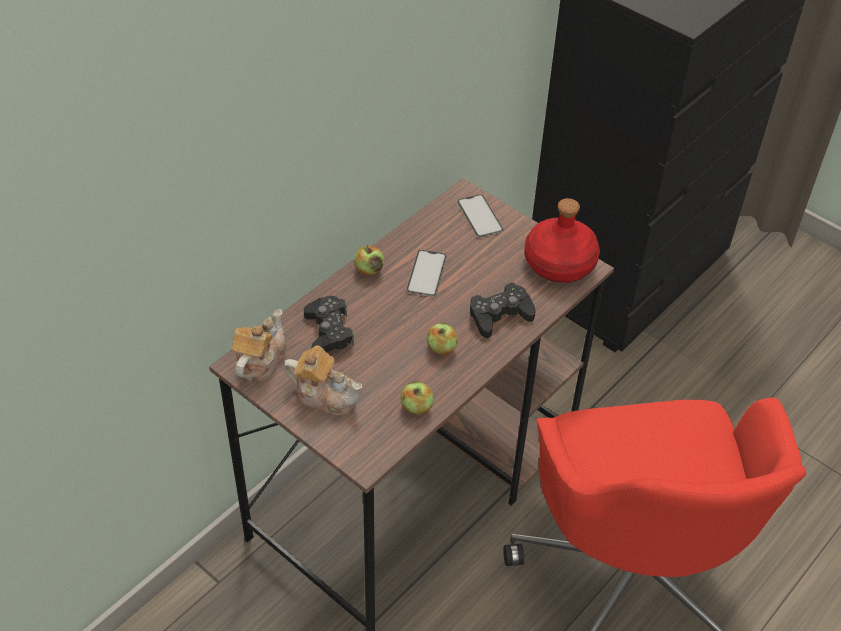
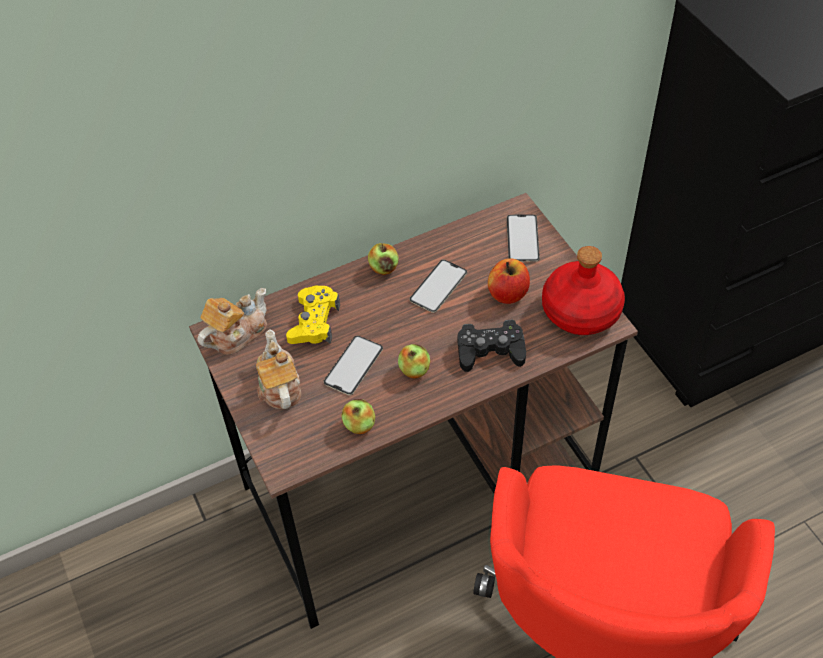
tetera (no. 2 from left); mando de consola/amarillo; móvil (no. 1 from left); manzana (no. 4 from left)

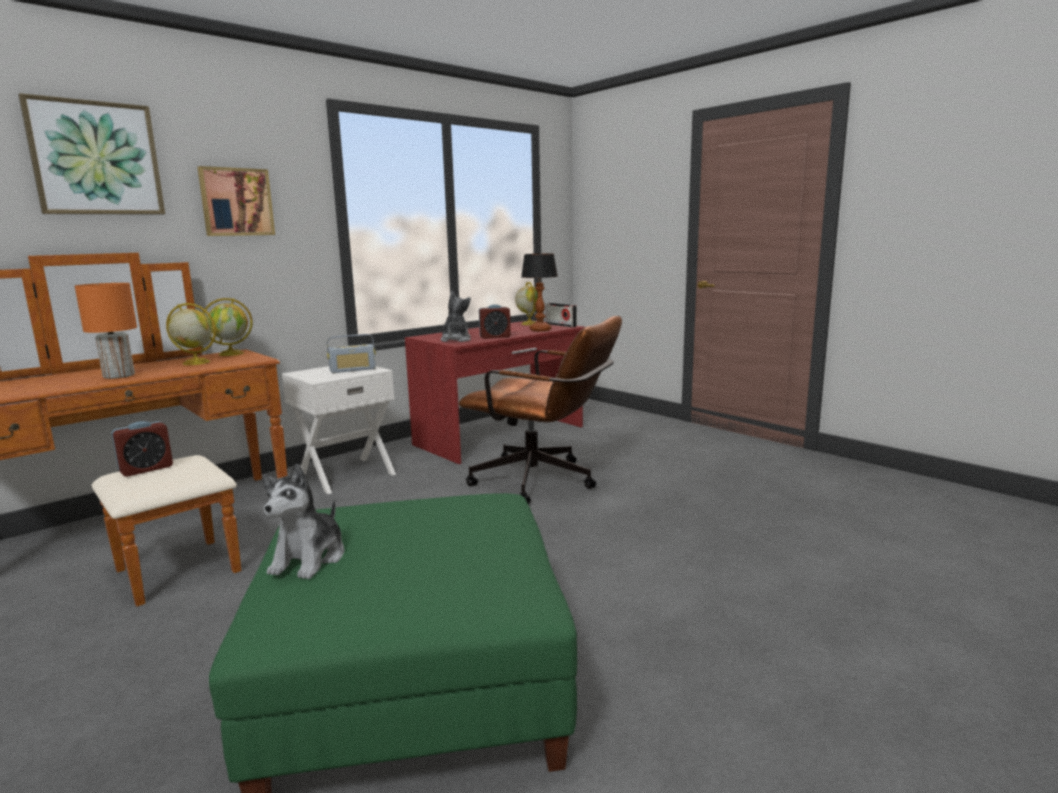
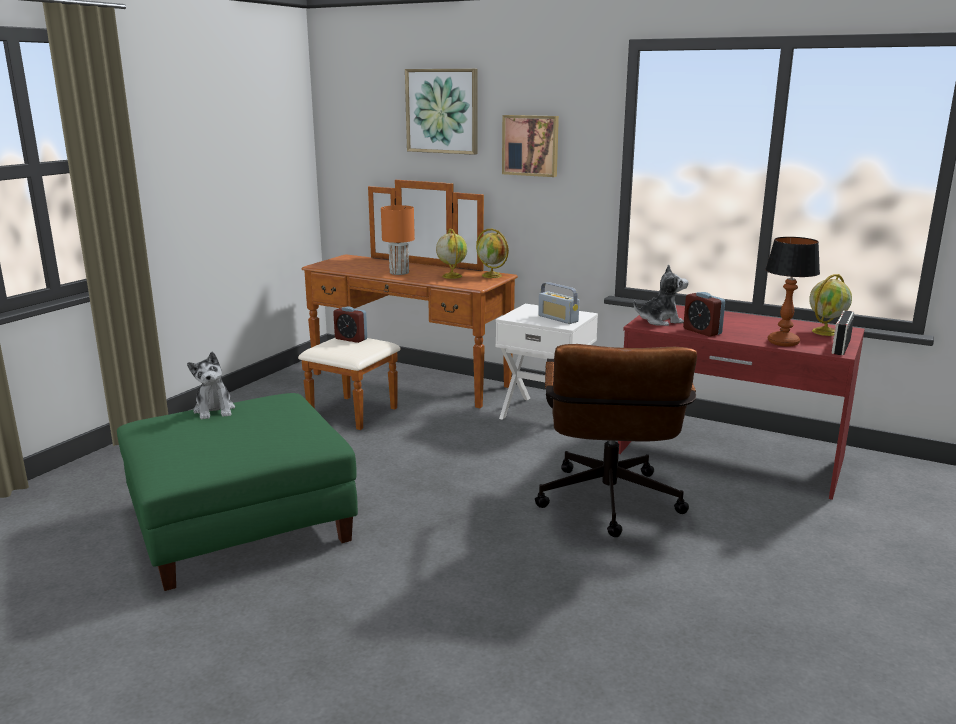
peluche (no. 1 from left)

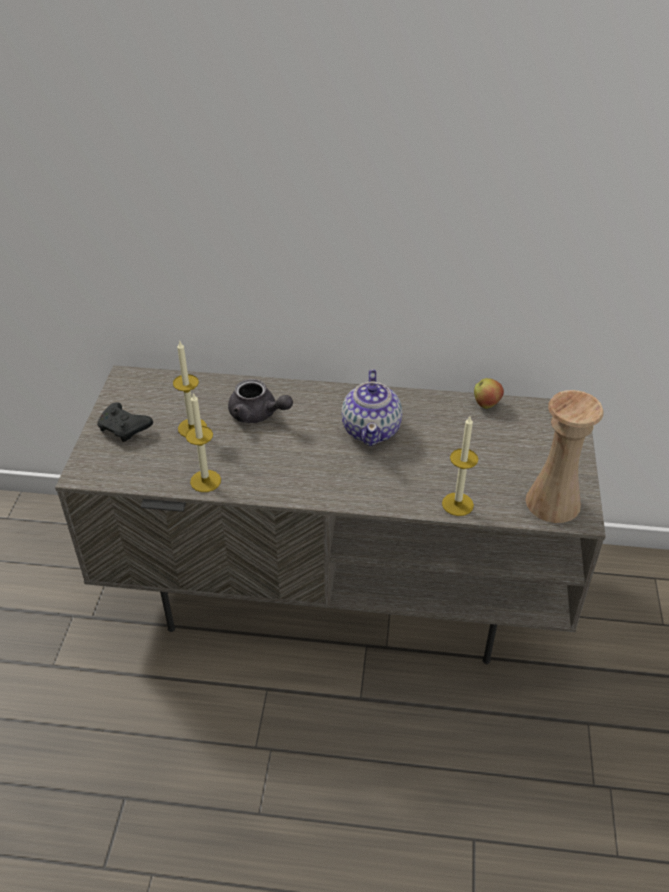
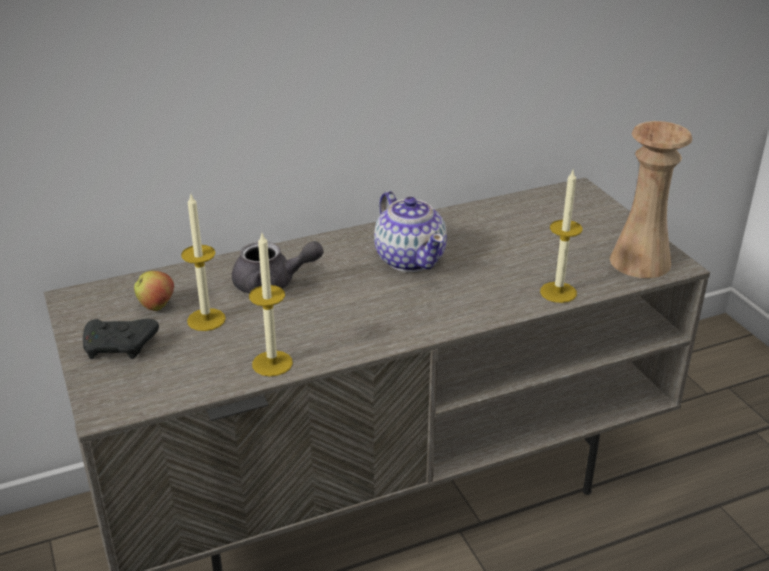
manzana

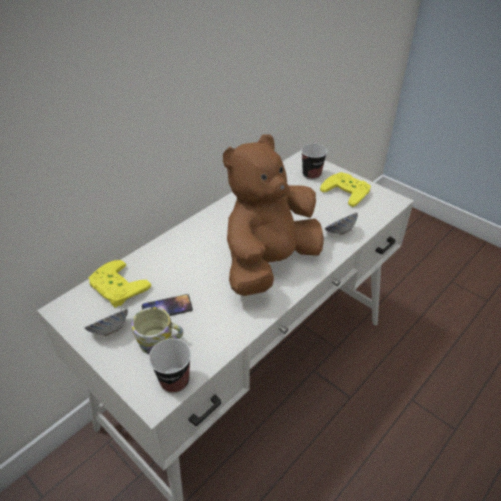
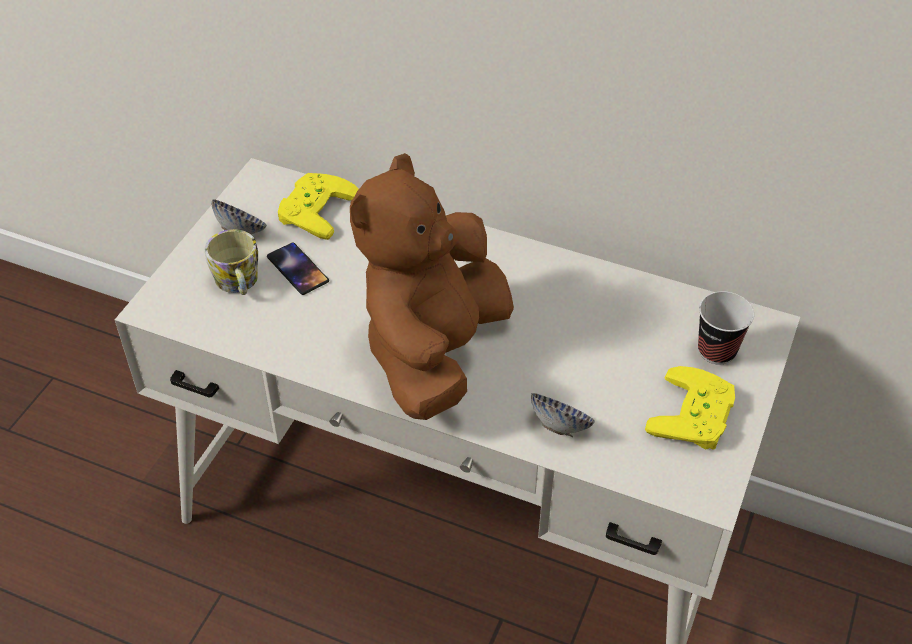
taza (no. 1 from left in the first image); peluche/marrón

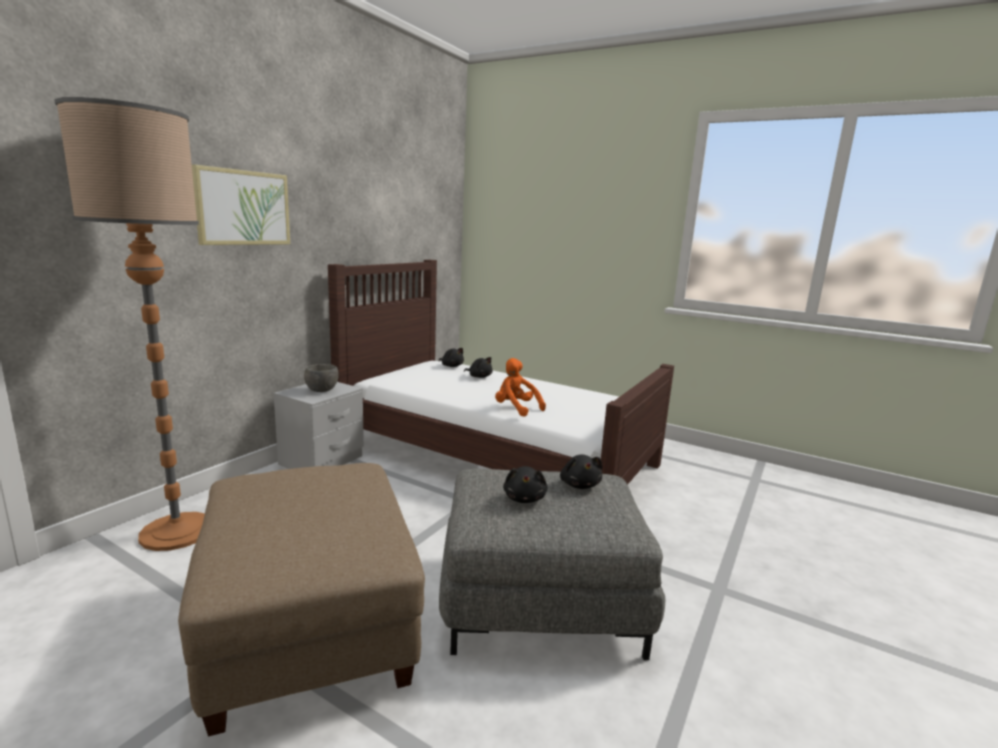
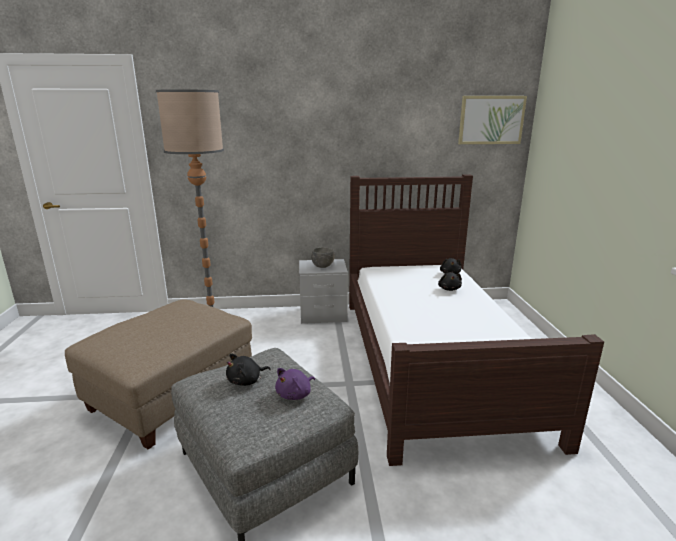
cuadro; peluche/naranja; peluche/morado

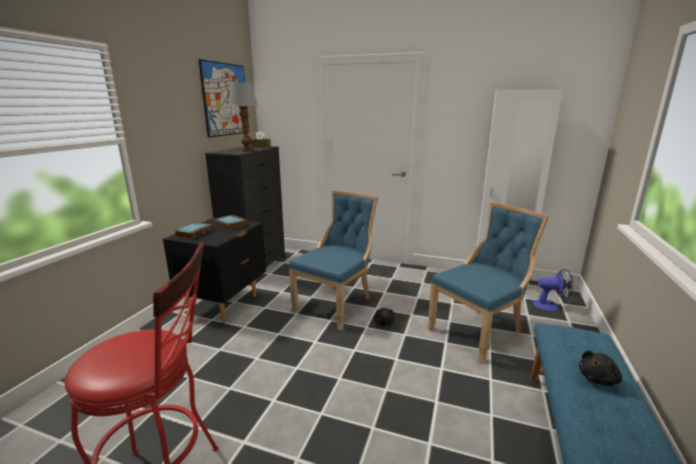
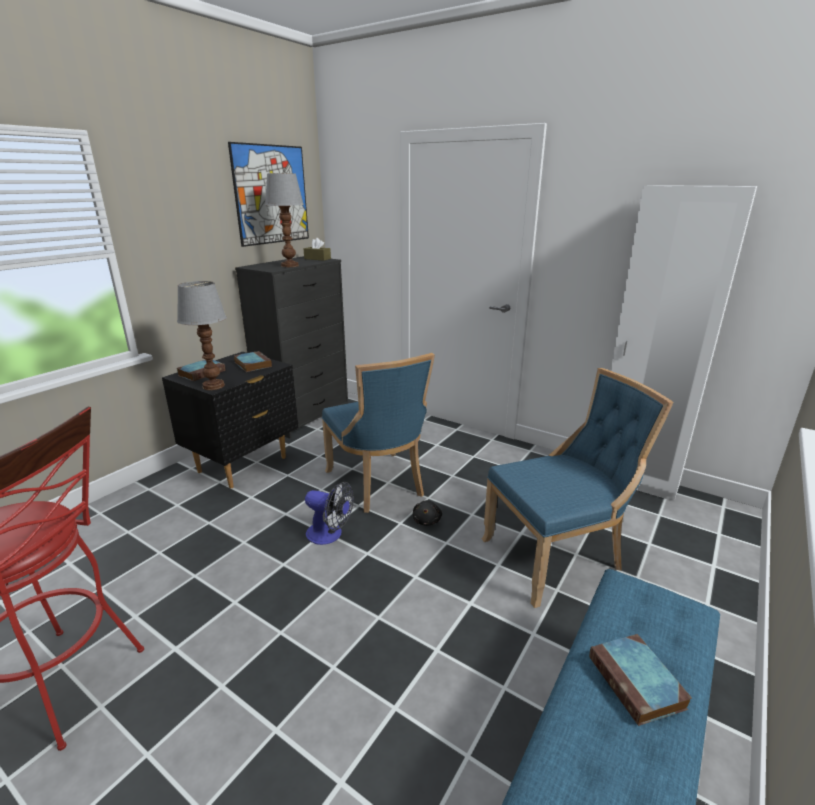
silla/azul (no. 1 from left); ventilador; libro (no. 3 from left); lámpara de mesa (no. 1 from left)

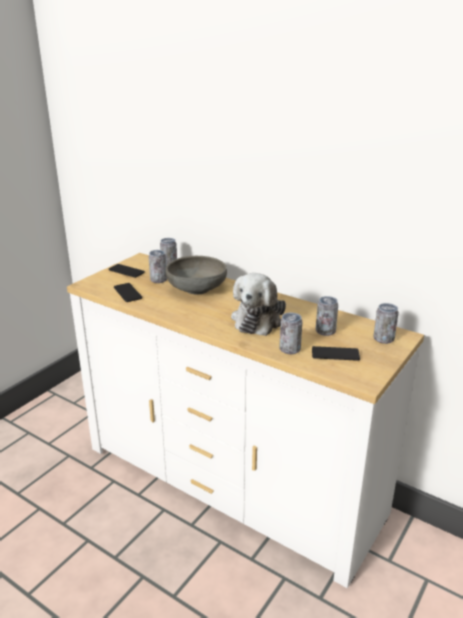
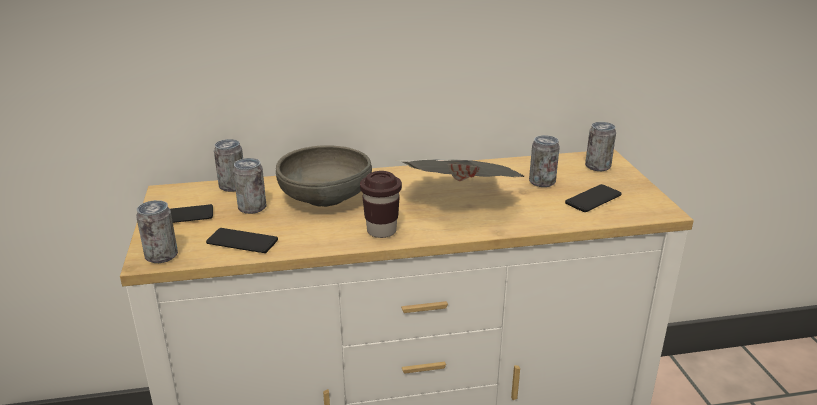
periódico; lata (no. 1 from left); taza/marrón

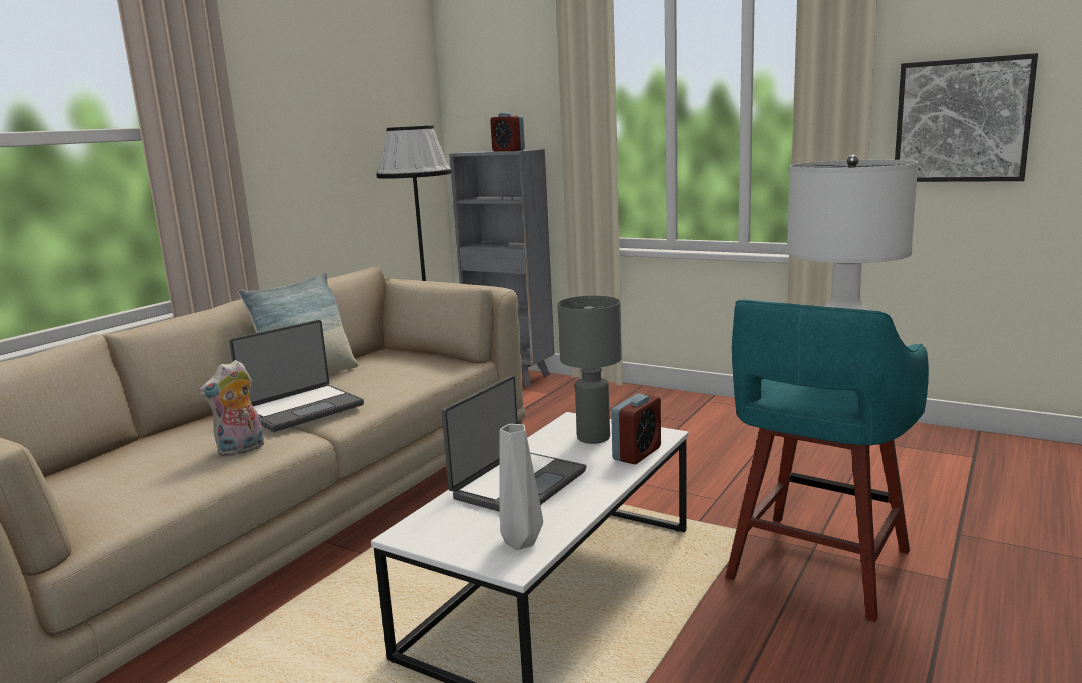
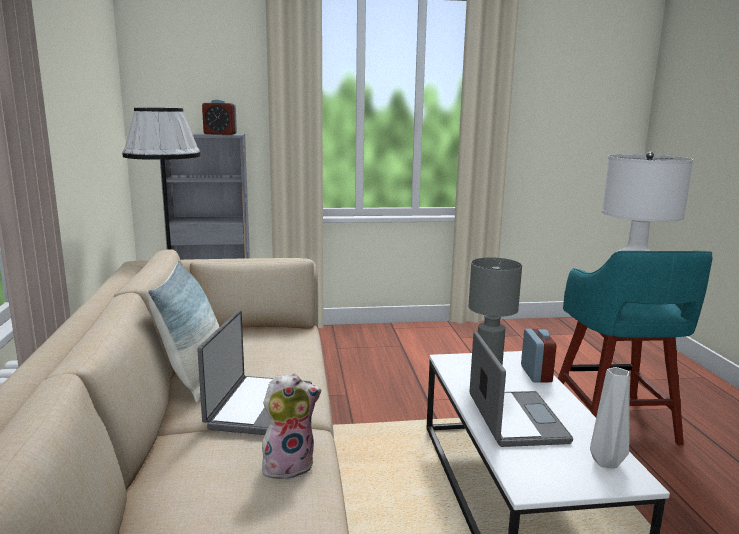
peluche; cuadro

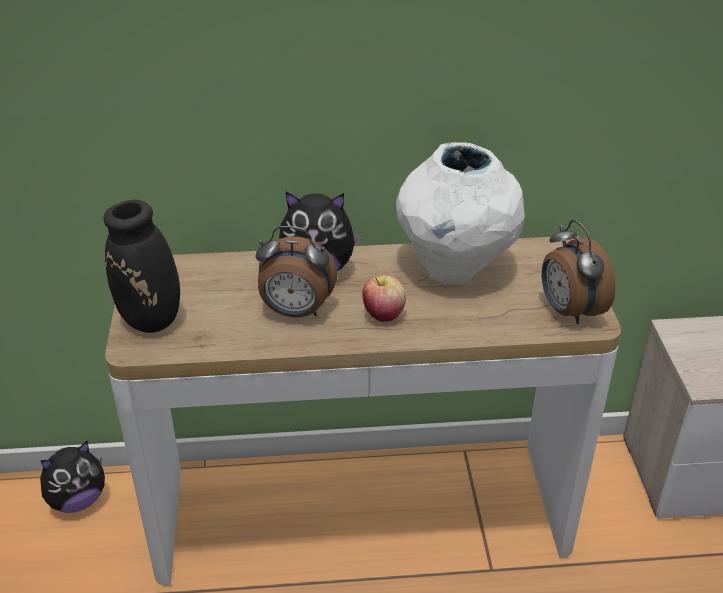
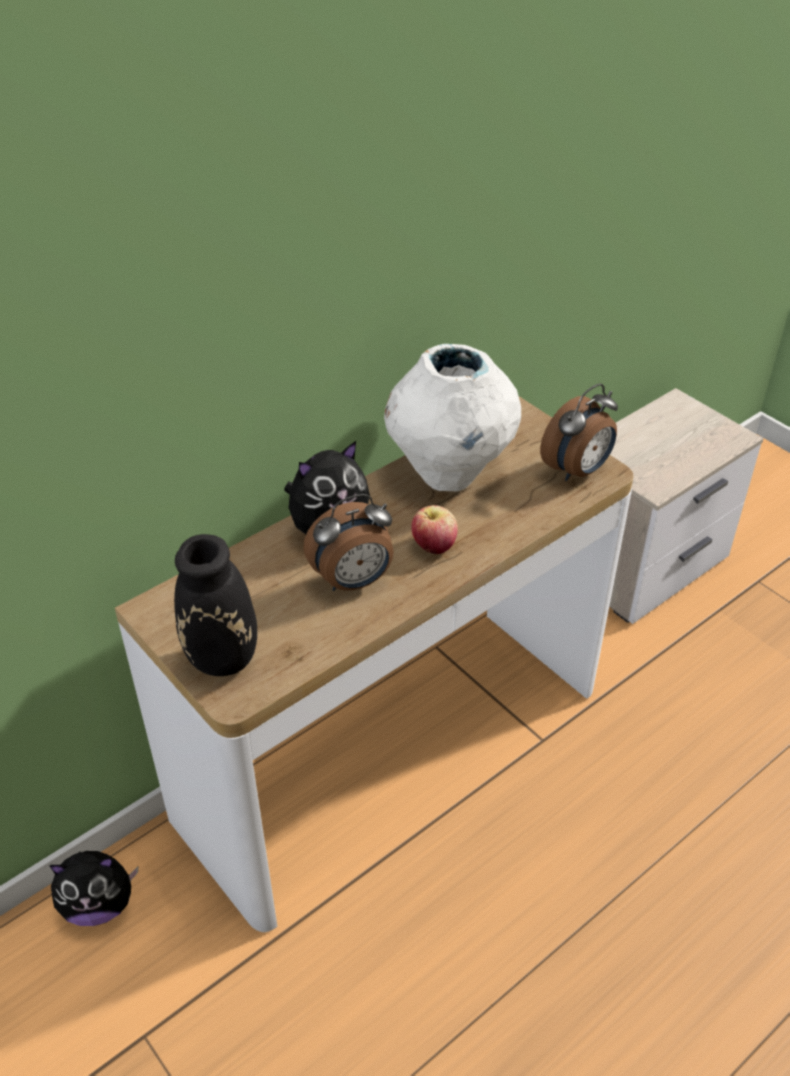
peluche (no. 1 from left); despertador (no. 2 from left)

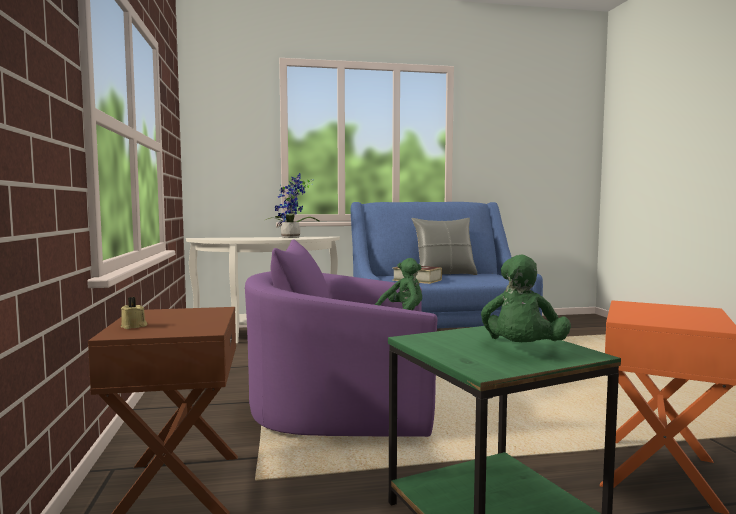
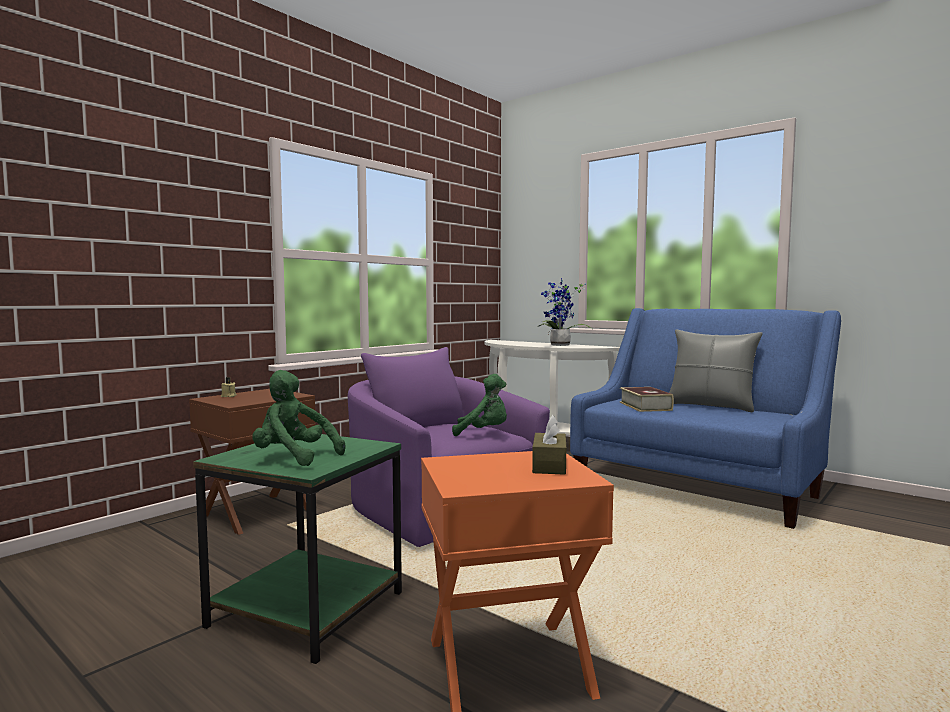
peluche/verde (no. 1 from left); caja de pañuelos/marrón

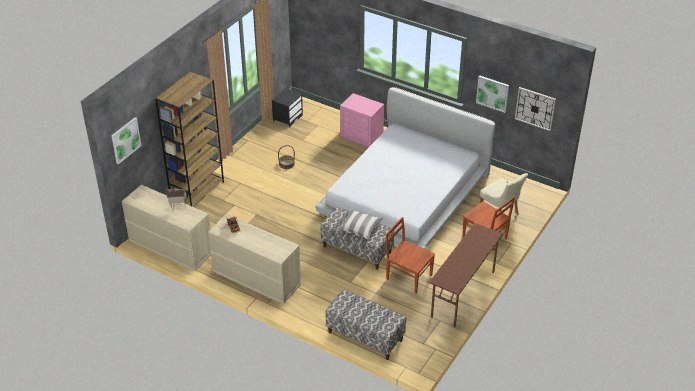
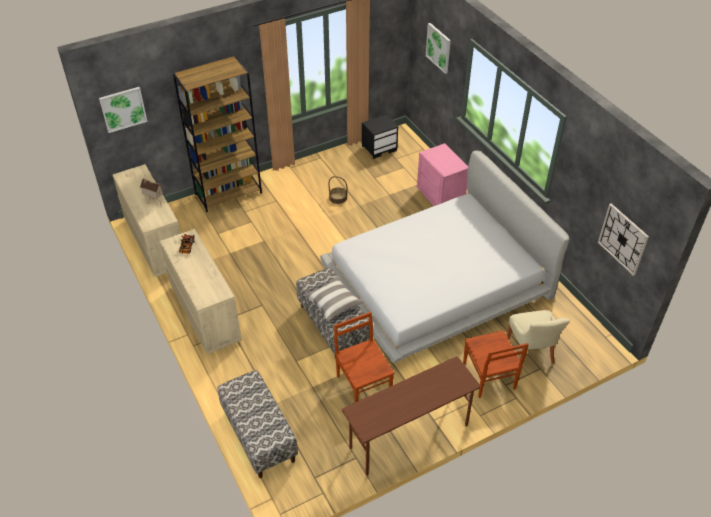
cuadro (no. 2 from left)

